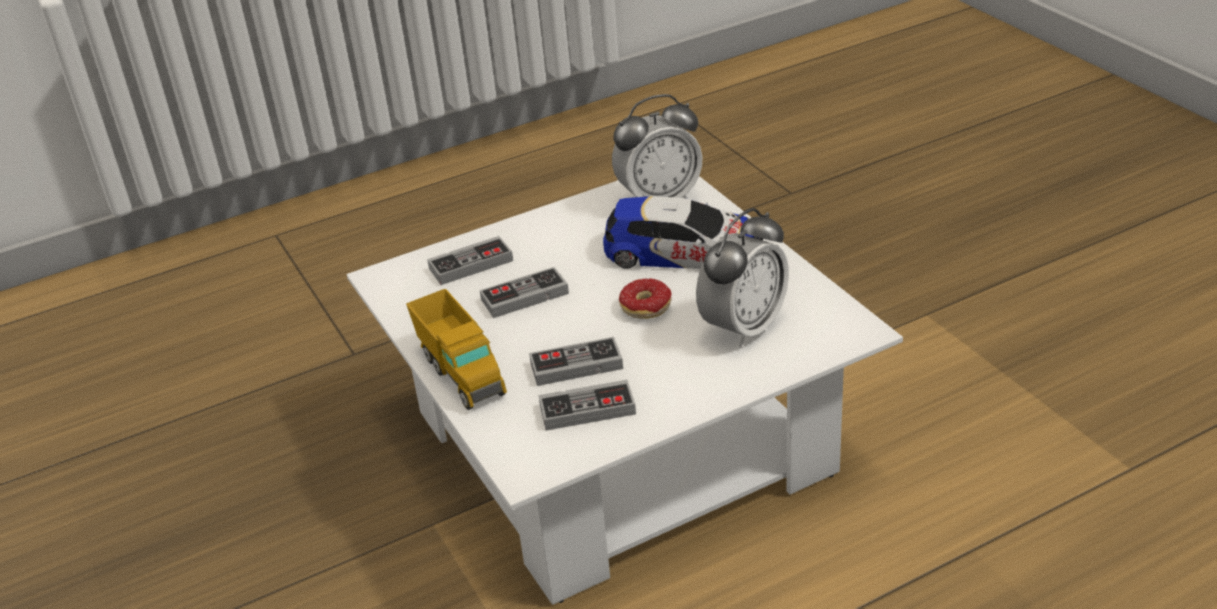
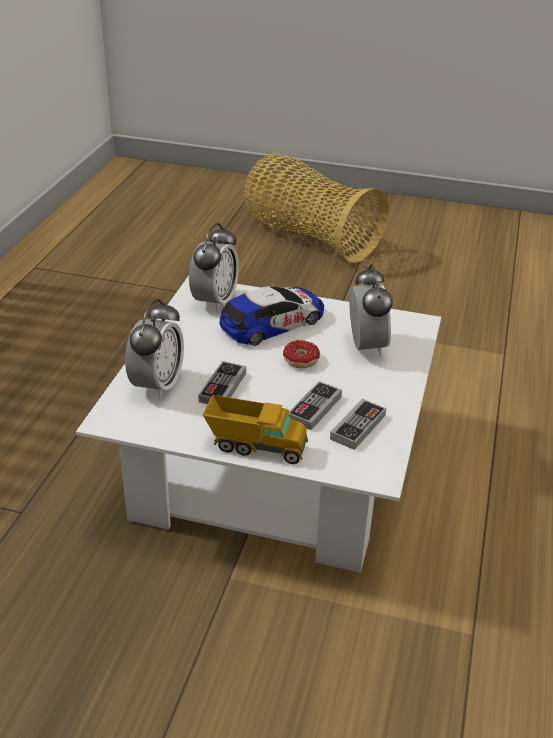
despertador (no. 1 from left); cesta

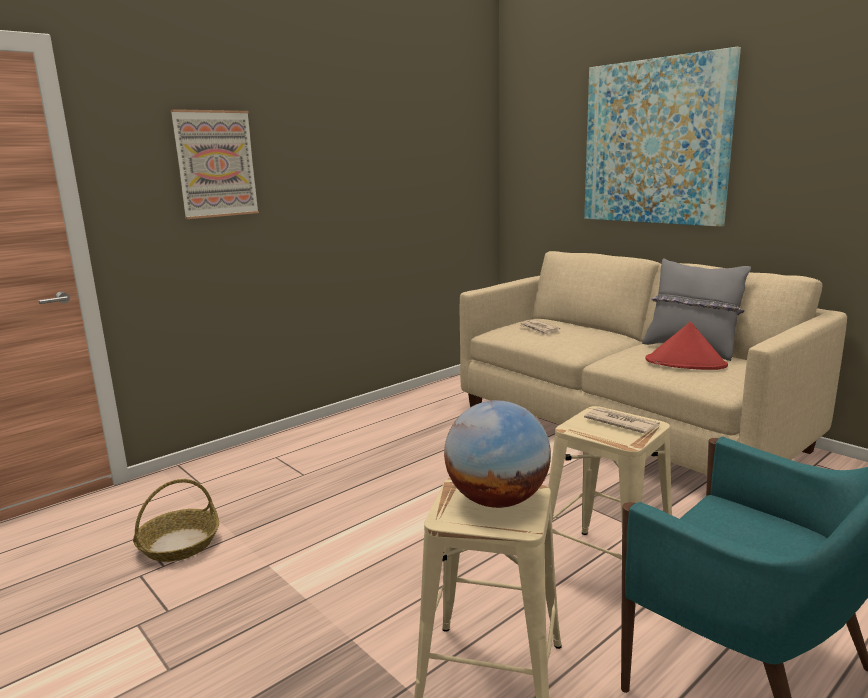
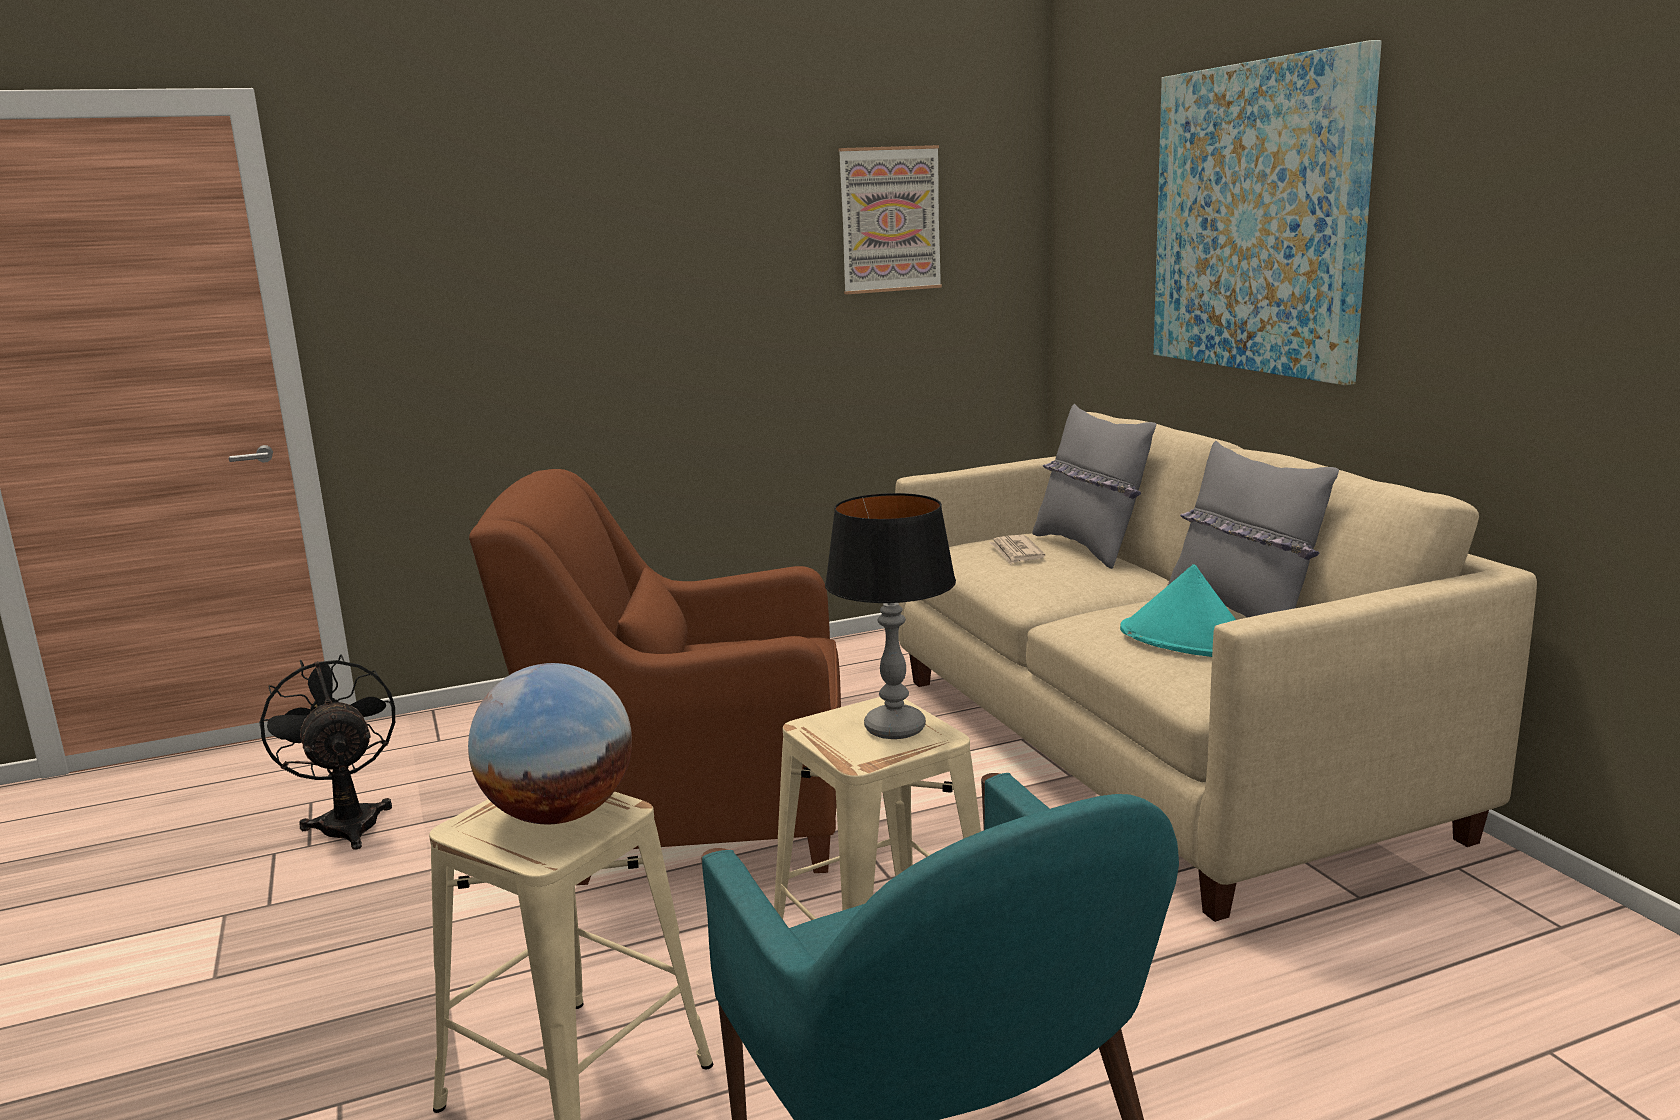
ventilador/negro; cuadro (no. 1 from left); lámpara de mesa; sombrero/turquesa; sillón/marrón; cojín/gris (no. 1 from left)

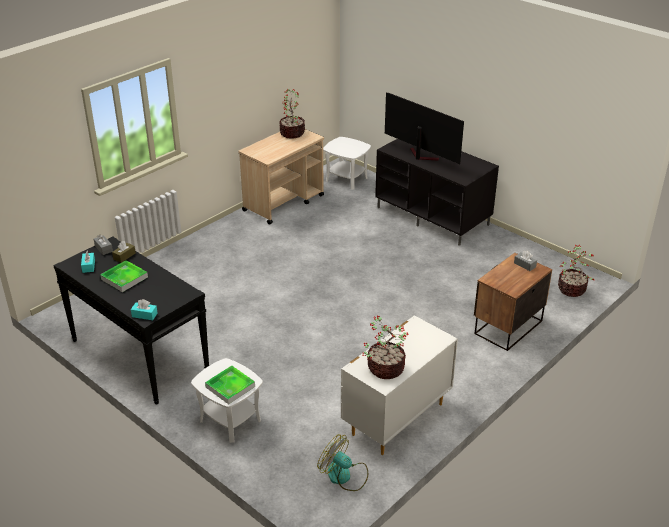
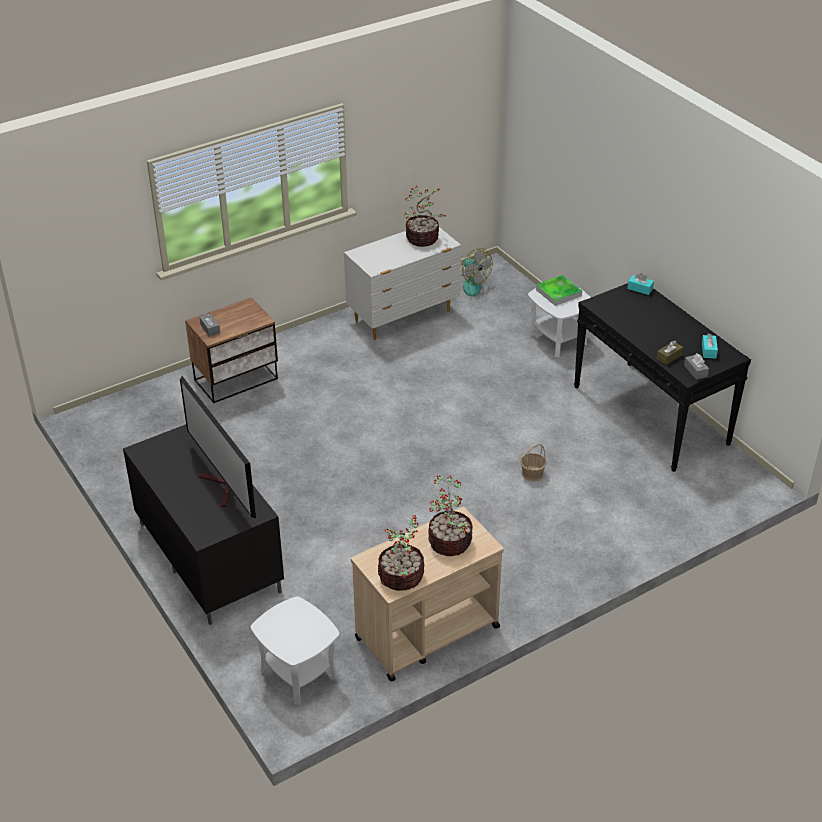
bandeja (no. 1 from left in the first image); planta en maceta (no. 3 from left); cesta

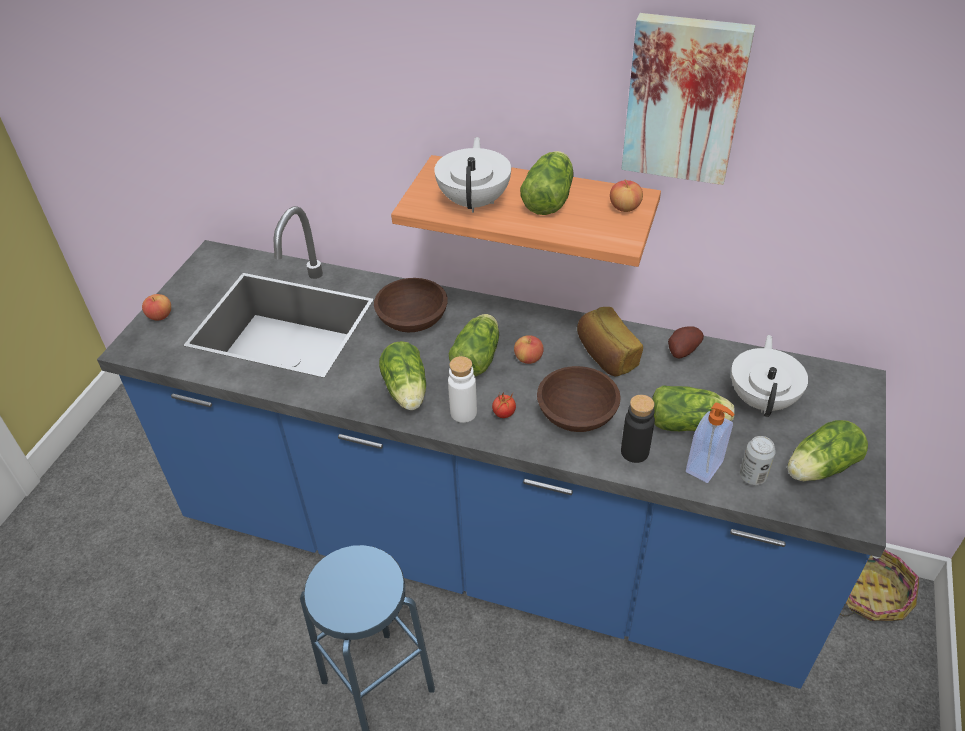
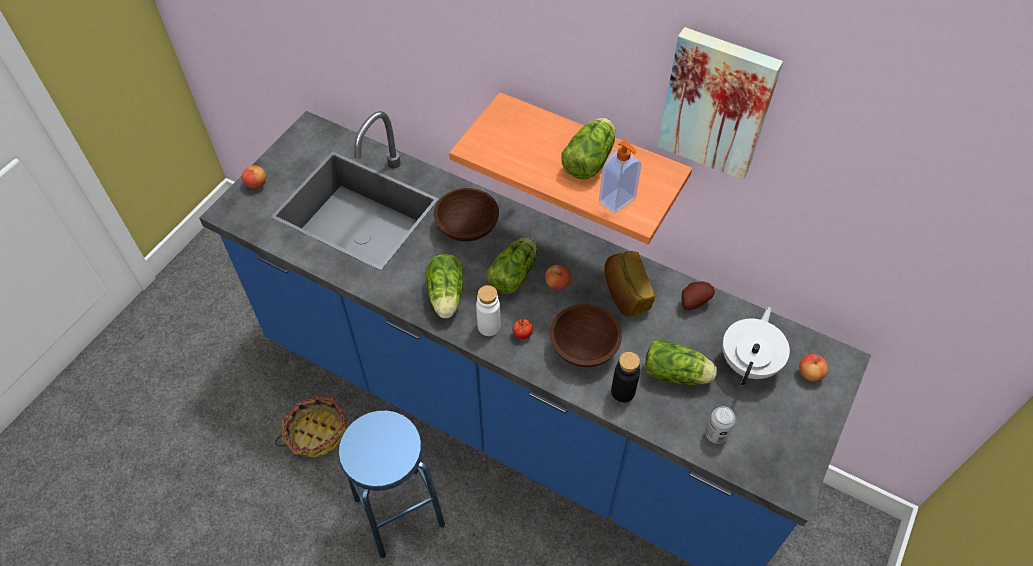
tetera/blanco (no. 1 from left in the first image); manzana (no. 3 from left); dispensador de jabón; lechuga (no. 5 from left in the first image); cesta

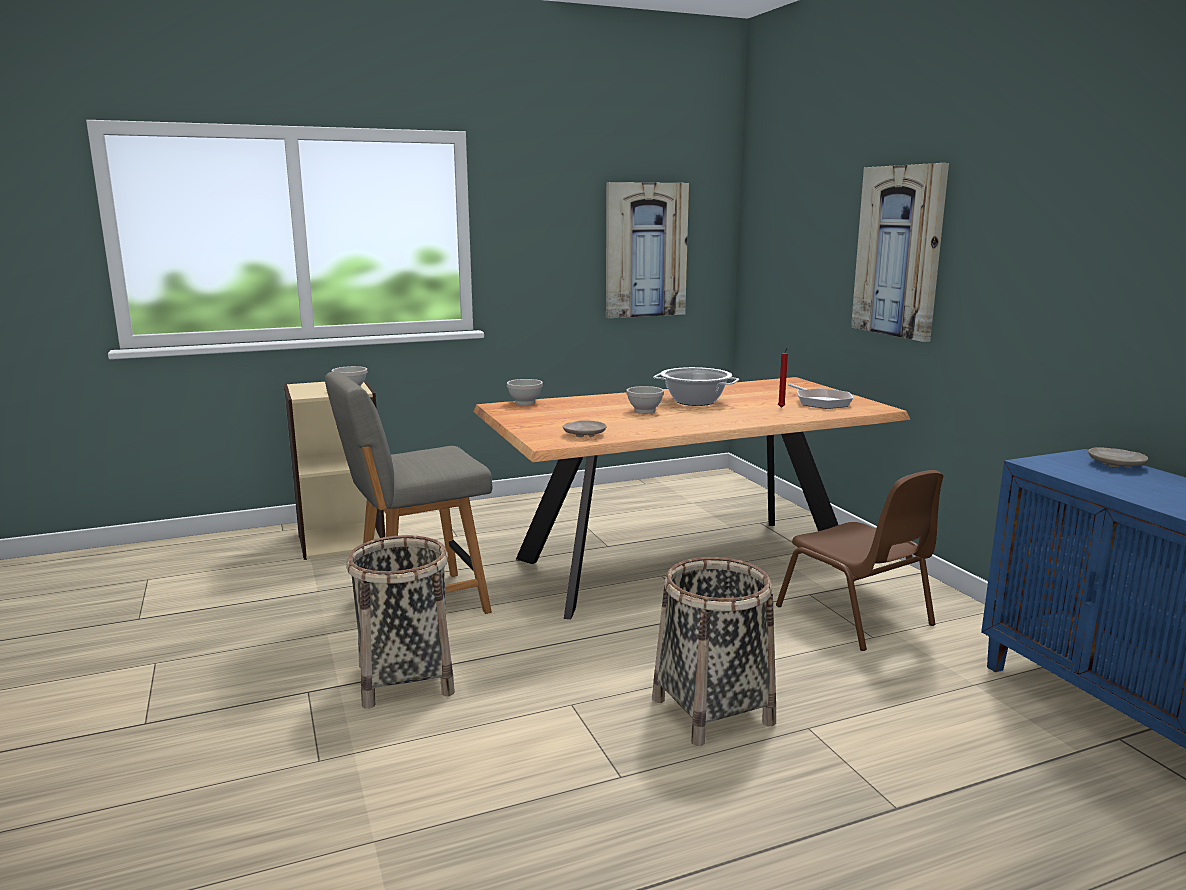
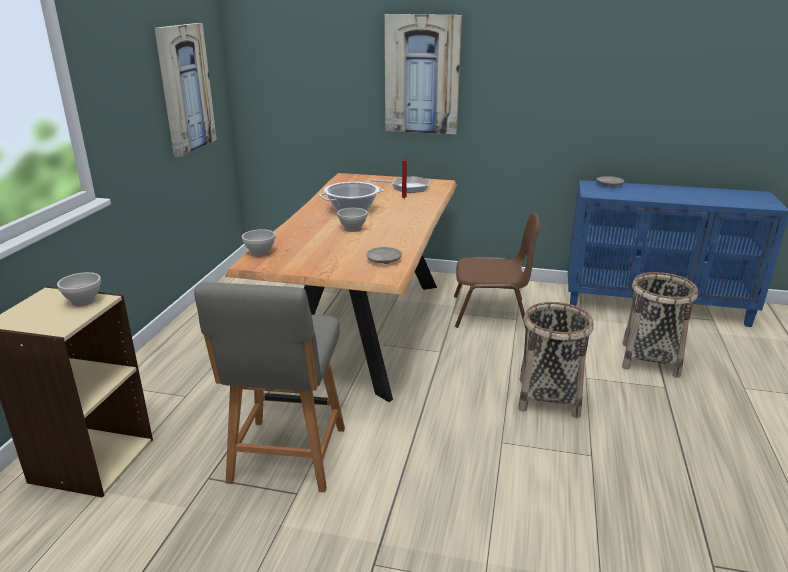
cesta (no. 2 from left)

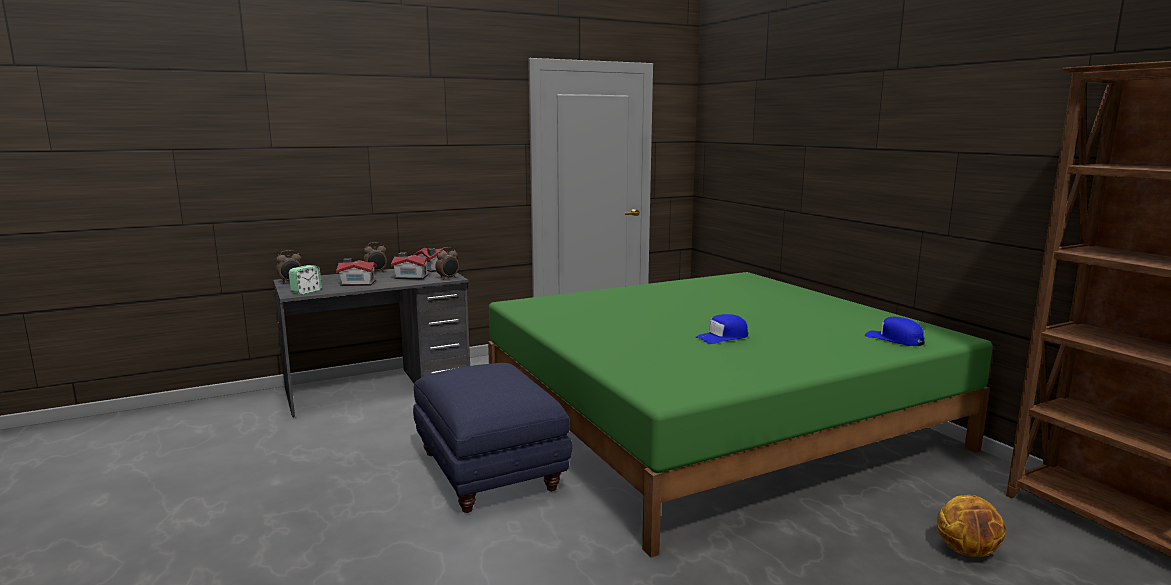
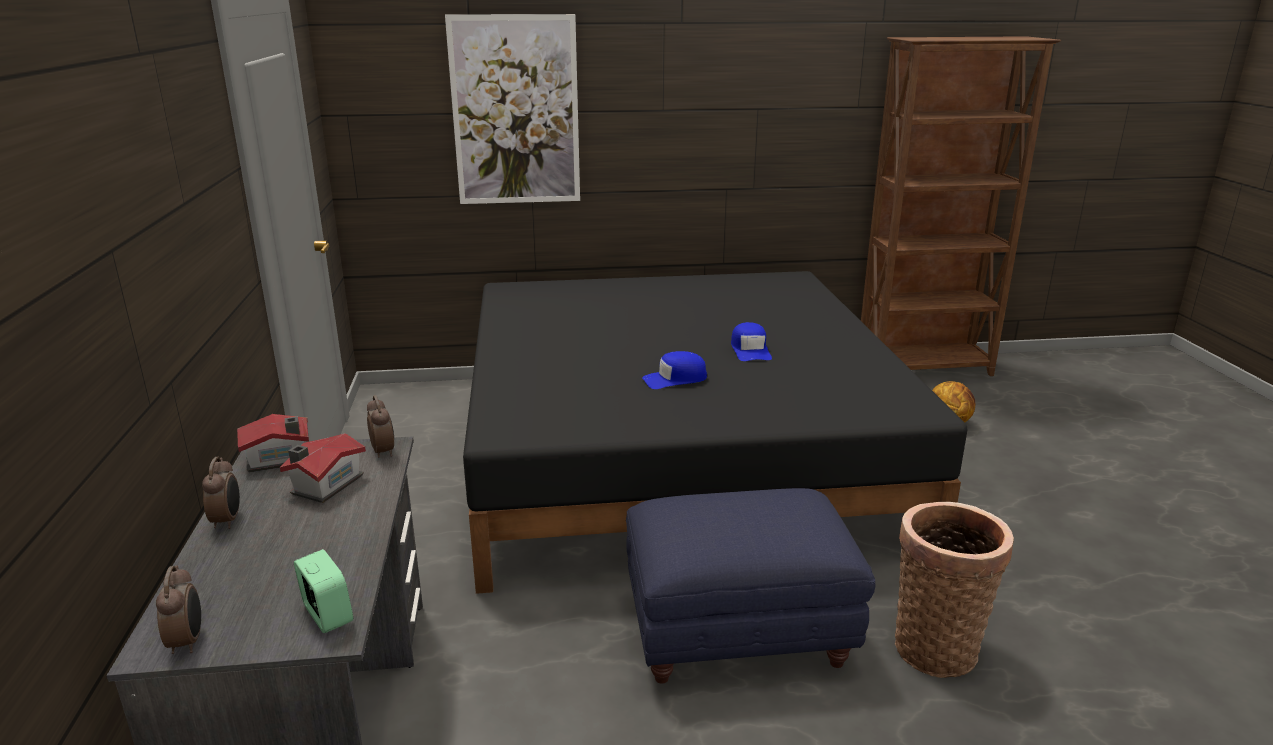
casita (no. 1 from left in the first image); cama/negro; gorra/azul (no. 1 from left); cuadro; cesta

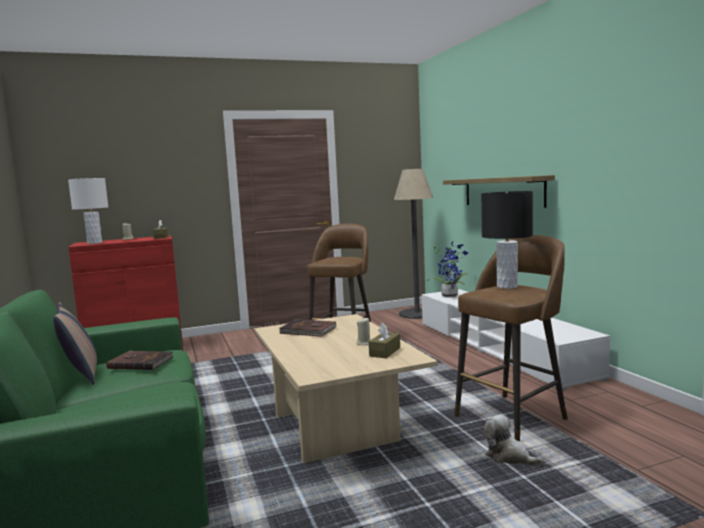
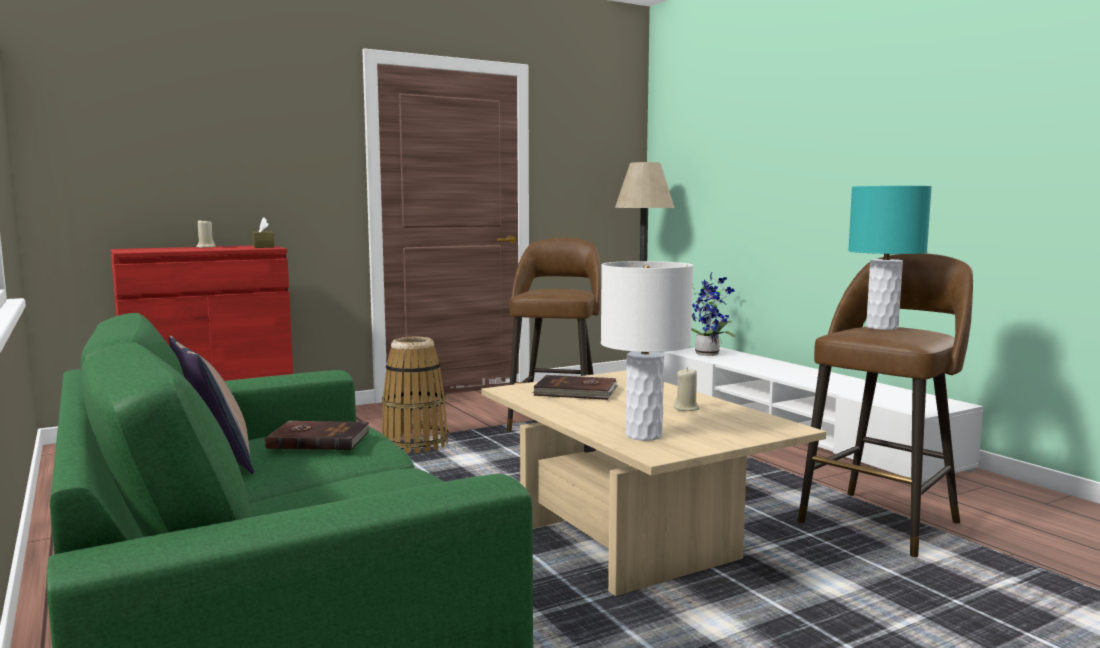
lámpara de mesa/blanco; caja de pañuelos/marrón (no. 2 from left in the first image); estante; lámpara de mesa/turquesa; peluche; cesta

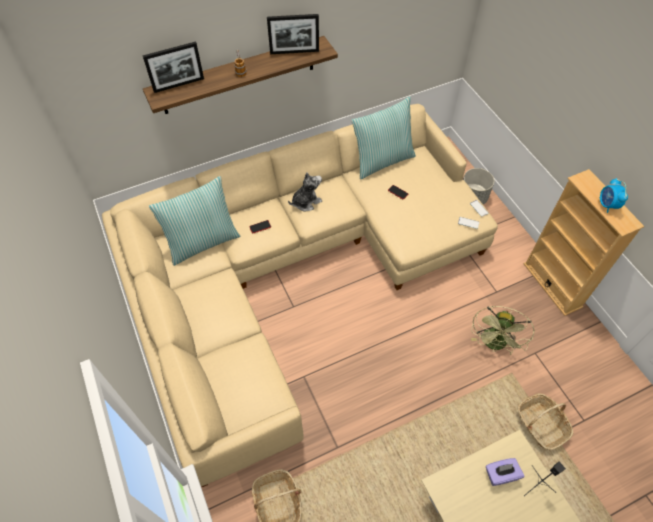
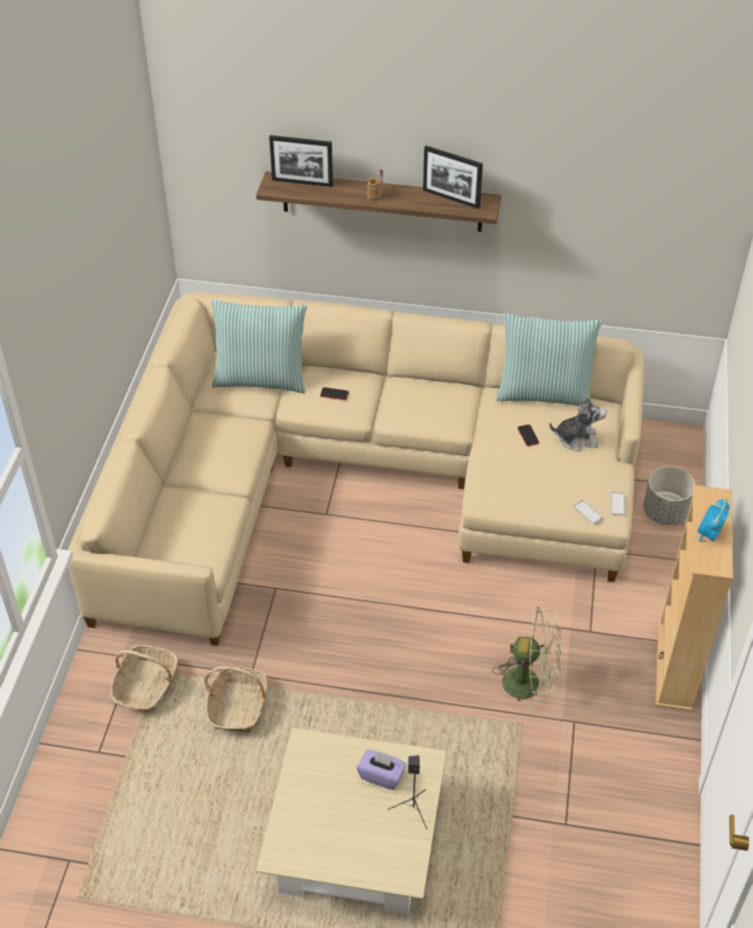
peluche; ventilador/verde; cesta (no. 2 from left)

